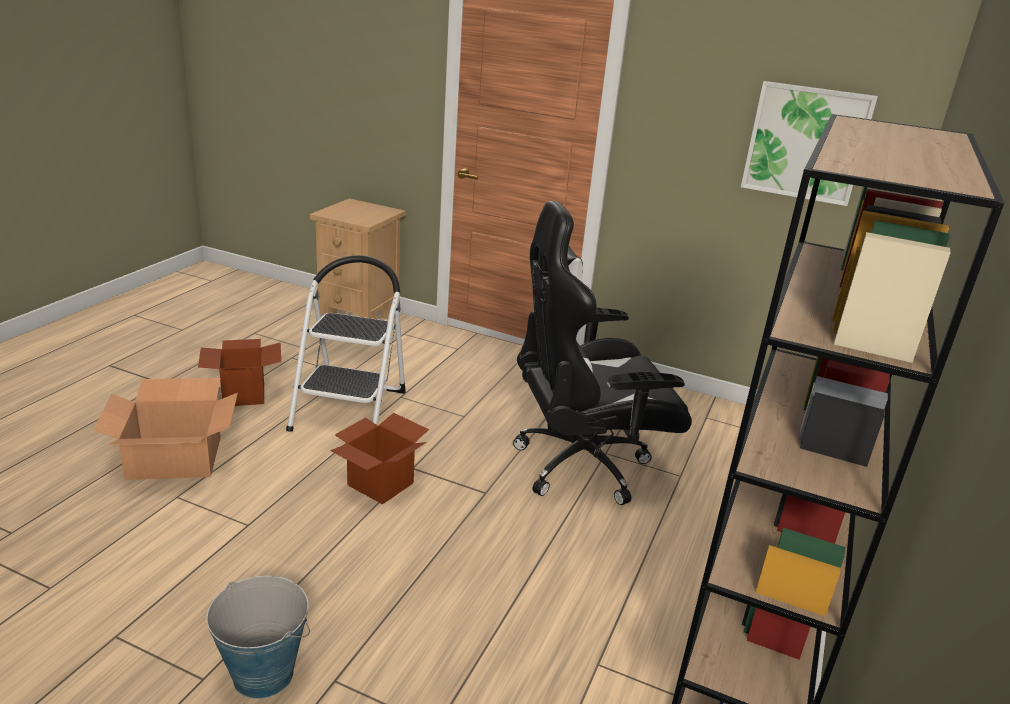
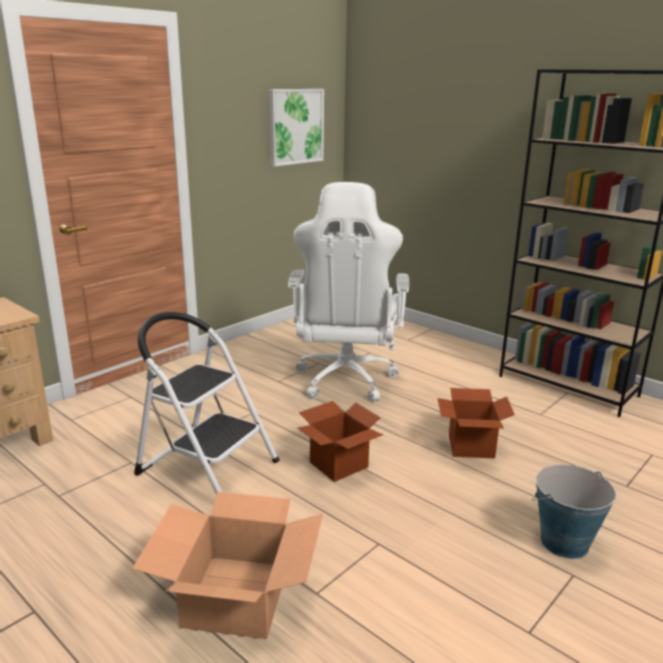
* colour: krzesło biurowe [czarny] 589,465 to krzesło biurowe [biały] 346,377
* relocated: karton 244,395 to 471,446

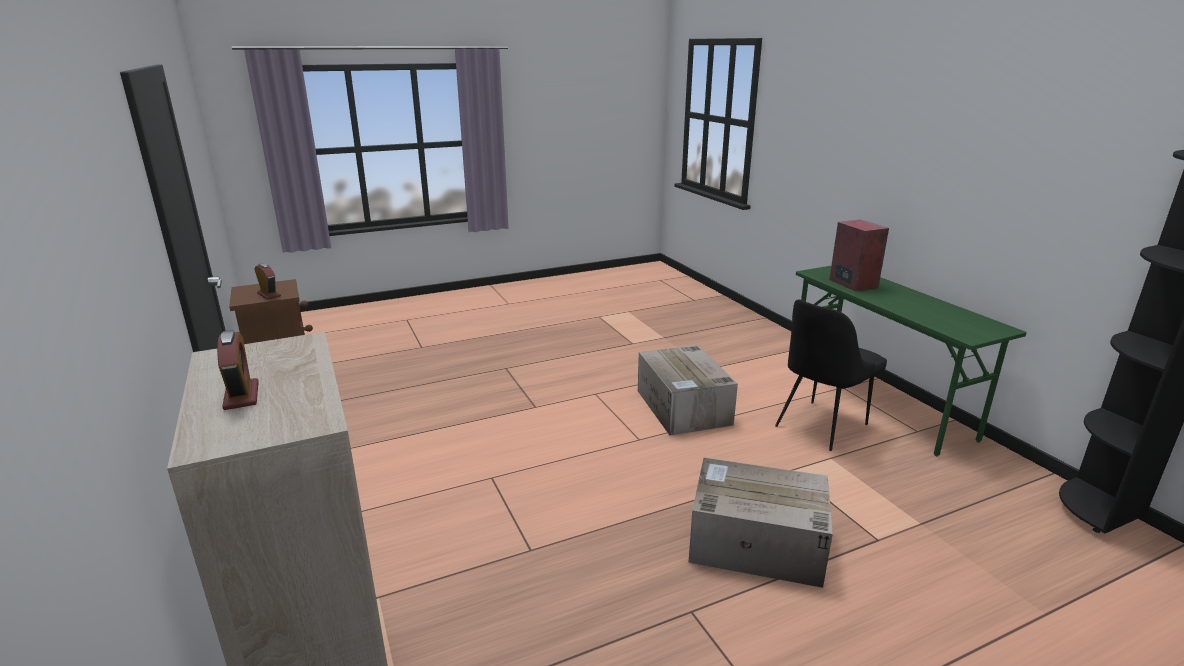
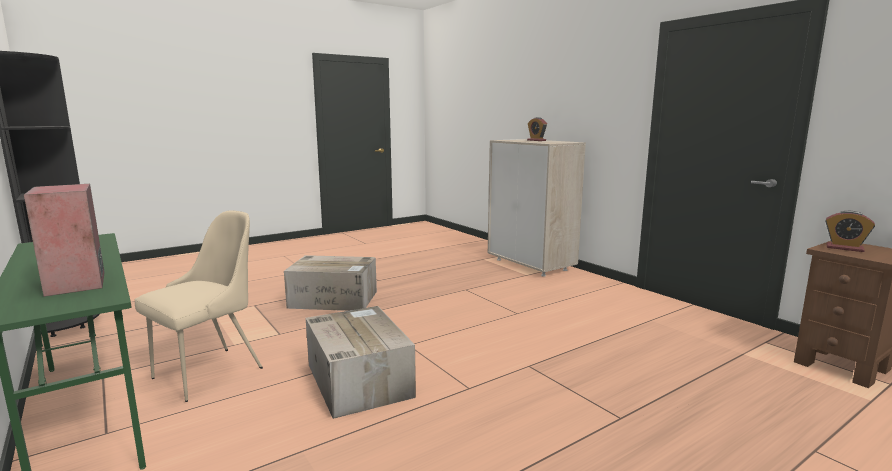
* colour: krzesło [czarny] 821,426 to krzesło [beżowy] 209,372

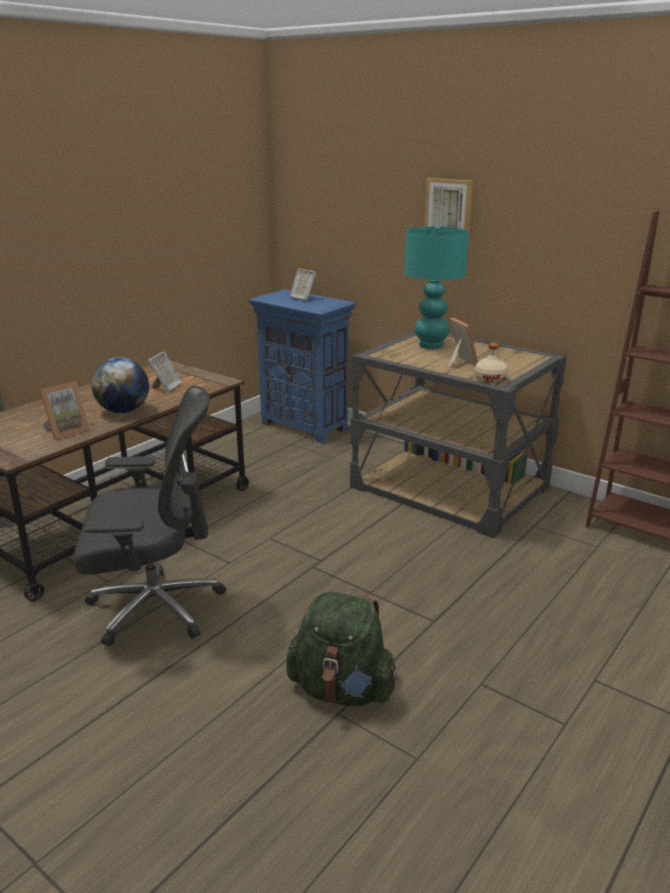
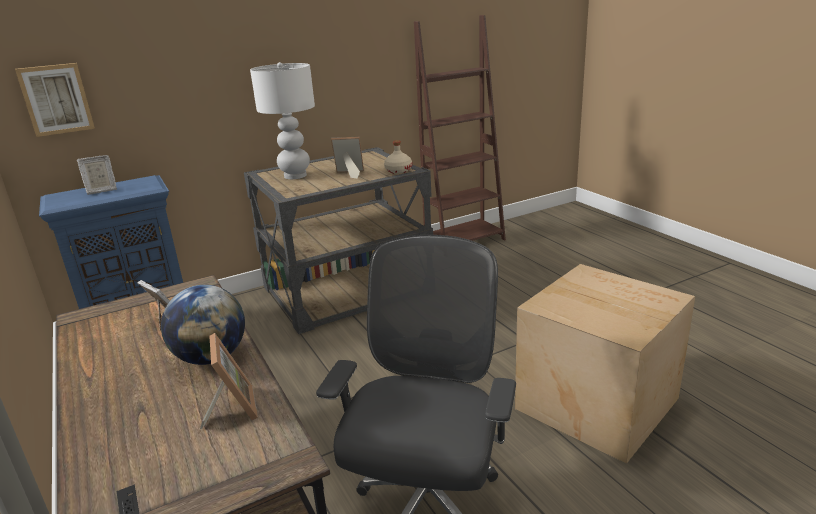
* relocated: obraz 448,211 to 56,99
* colour: lampa stołowa [turkusowy] 431,345 to lampa stołowa [biały] 295,176
* exchanged: plecak [zielony] 342,690 to karton 595,401

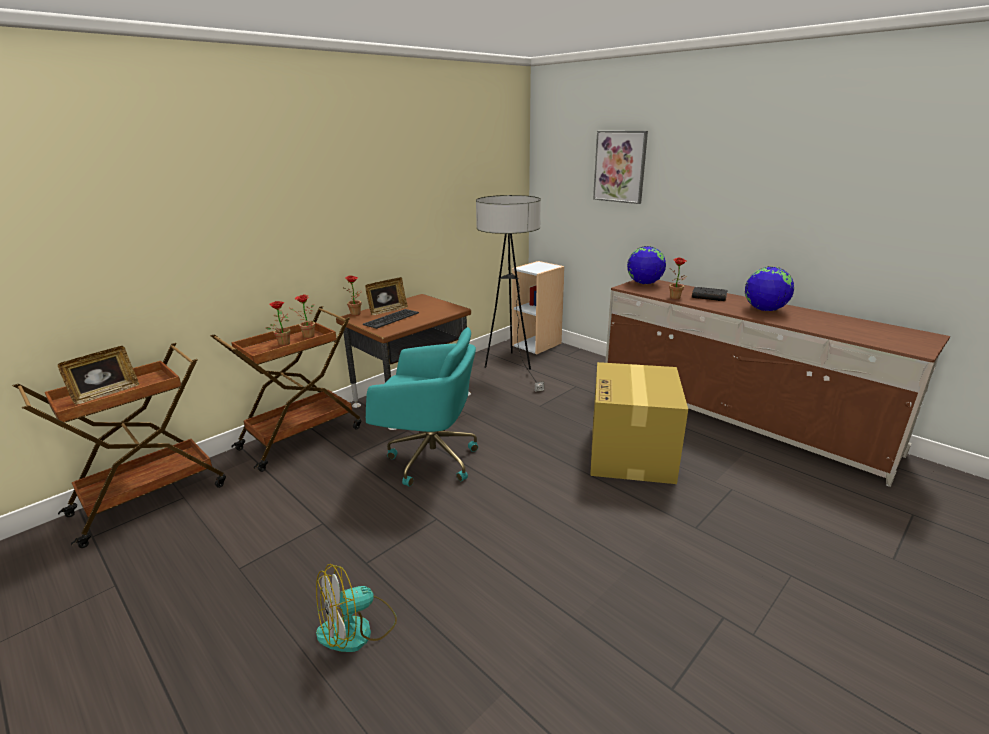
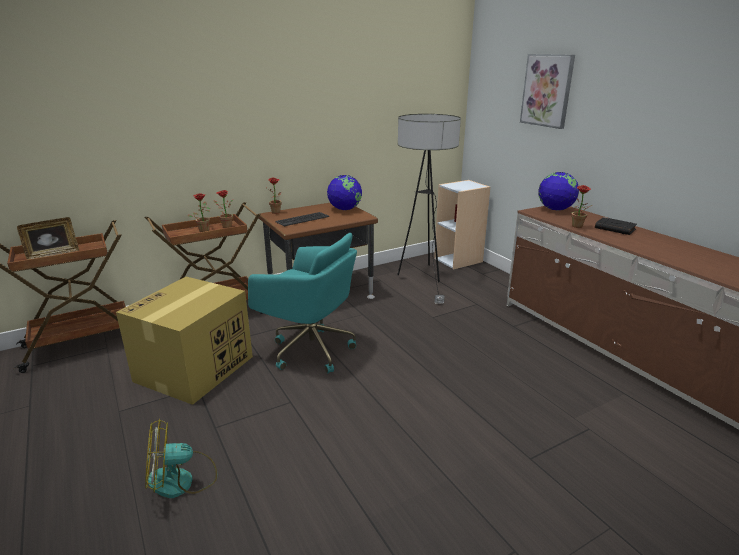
* relocated: karton 631,454 to 194,369
* relocated: globus 764,310 to 345,209
* missing: ramka na zdjęcie 387,311

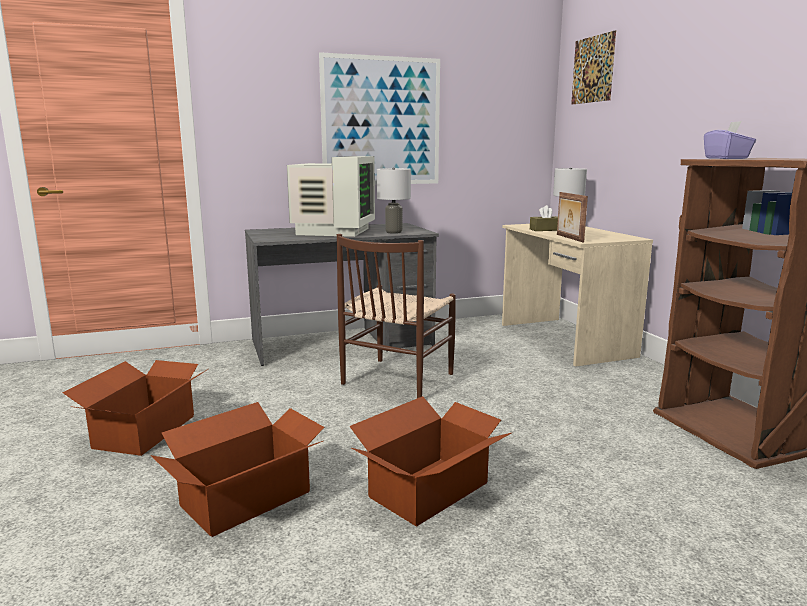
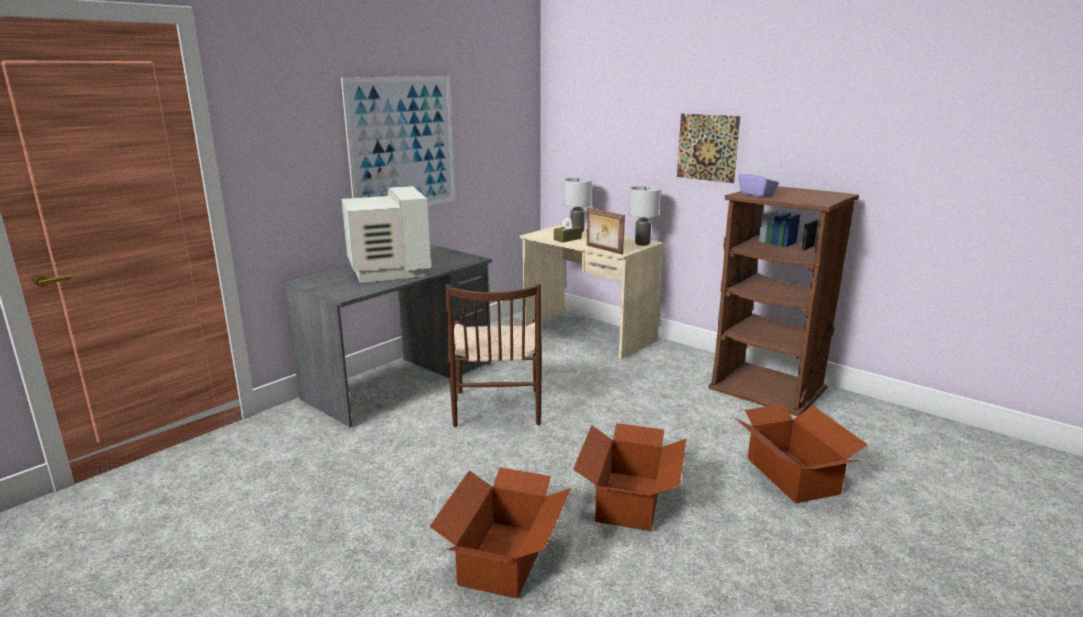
* relocated: lampa stołowa [biały] 393,232 to 641,244
* relocated: obraz 593,69 to 707,147
* relocated: karton 144,432 to 791,476

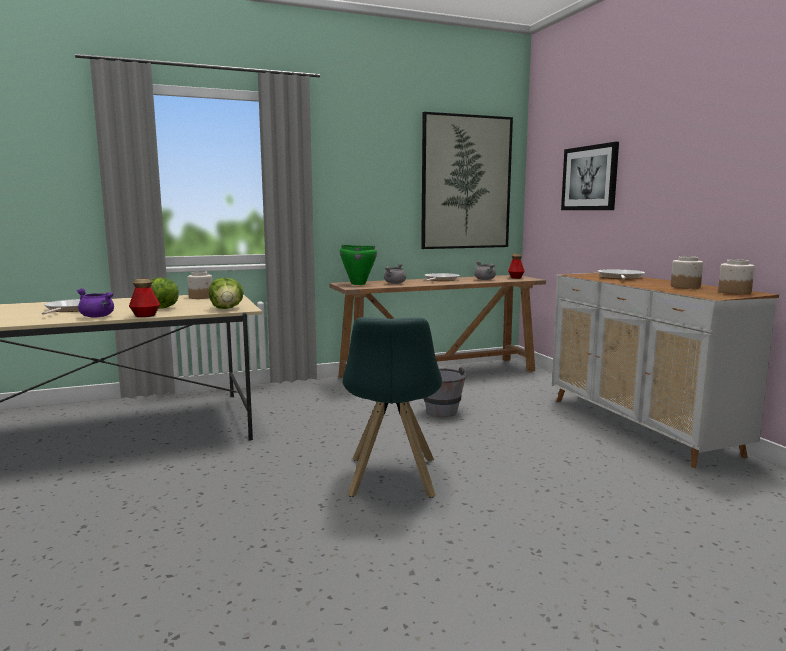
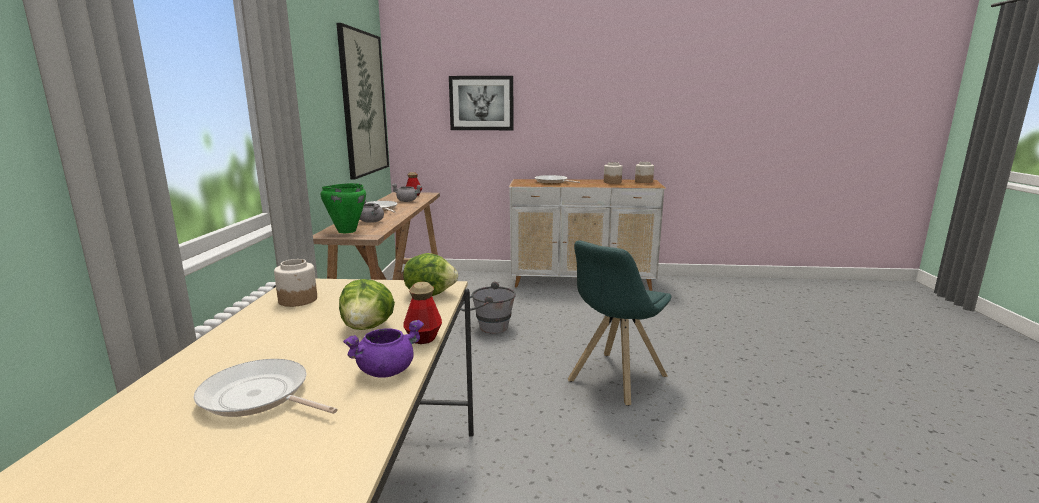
* spun: krzesło [turkusowy] 392,477 = 616,378 105 degrees clockwise

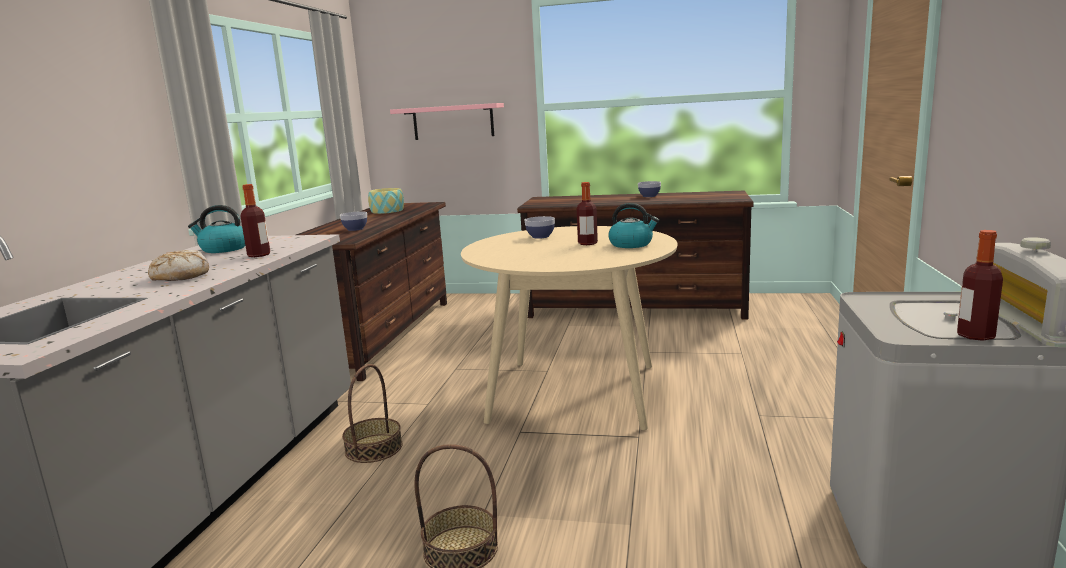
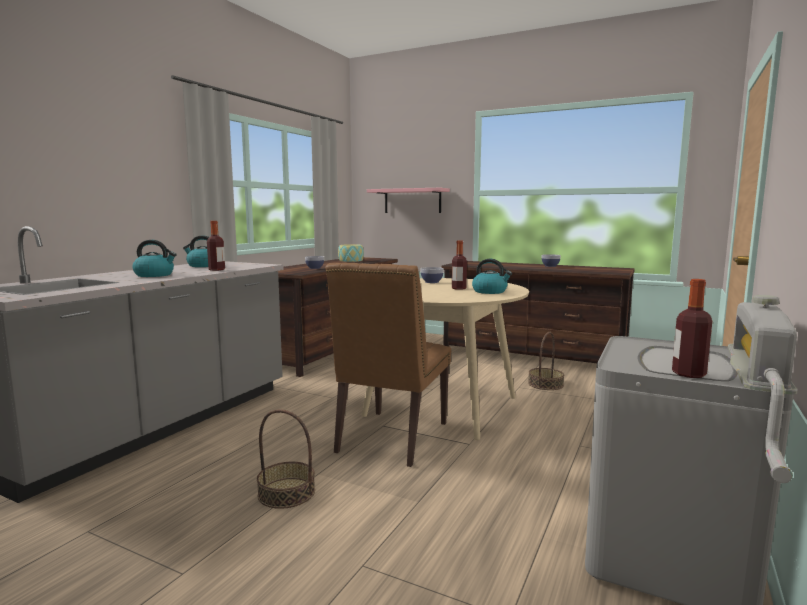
* exchanged: chleb 180,276 to czajnik 155,275
* appeared: krzesło [brązowy] 392,436
* relocated: koszyk 373,448 to 545,384

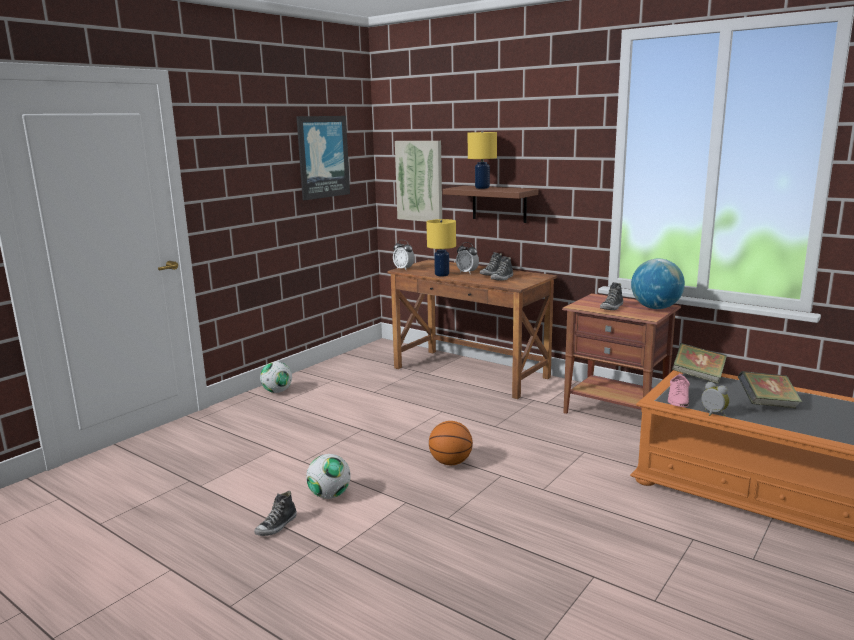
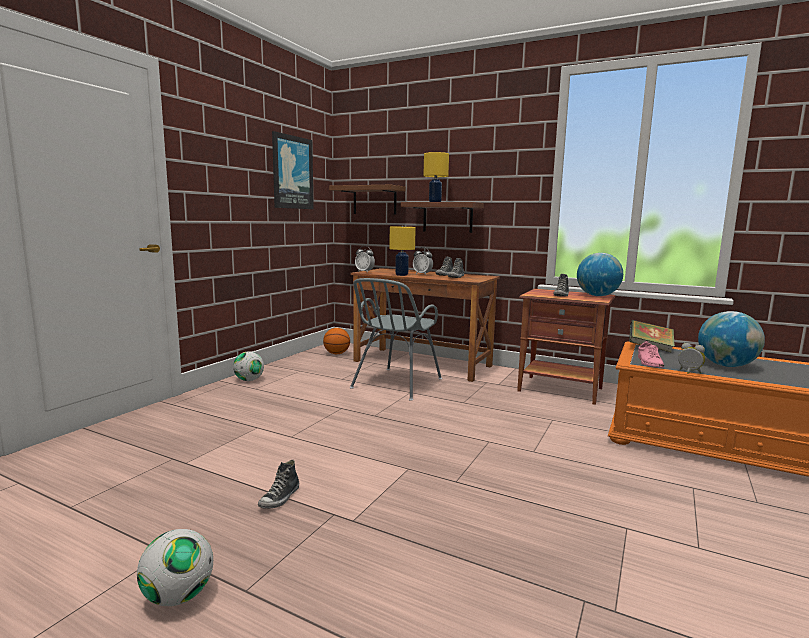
* relocated: piłka futbolowa 329,495 to 178,596
* relocated: piłka do koszykówki 450,462 to 336,353
* exchanged: obraz 419,181 to półka [brązowy] 374,200
* appeared: krzesło [szary] 396,384
* exchanged: książka 767,405 to globus 726,365

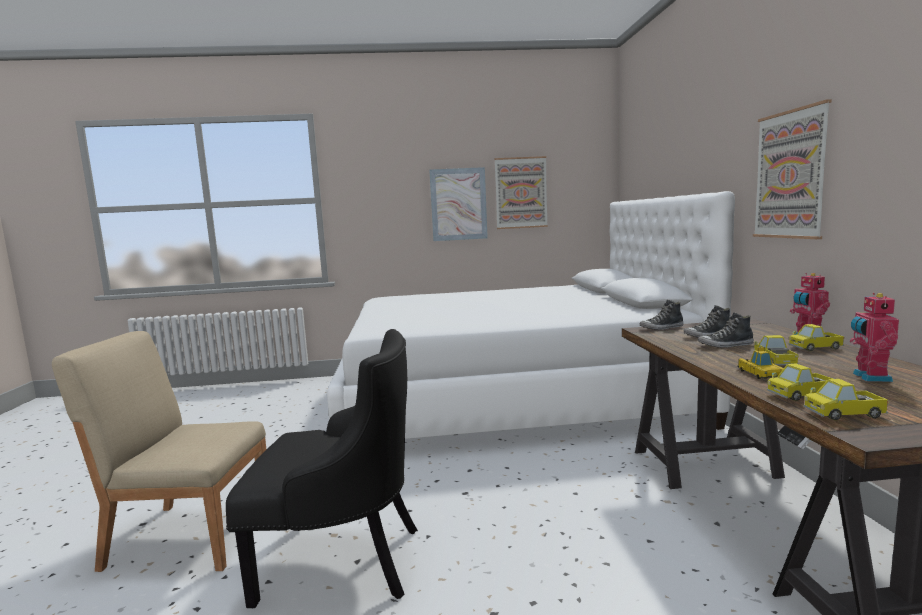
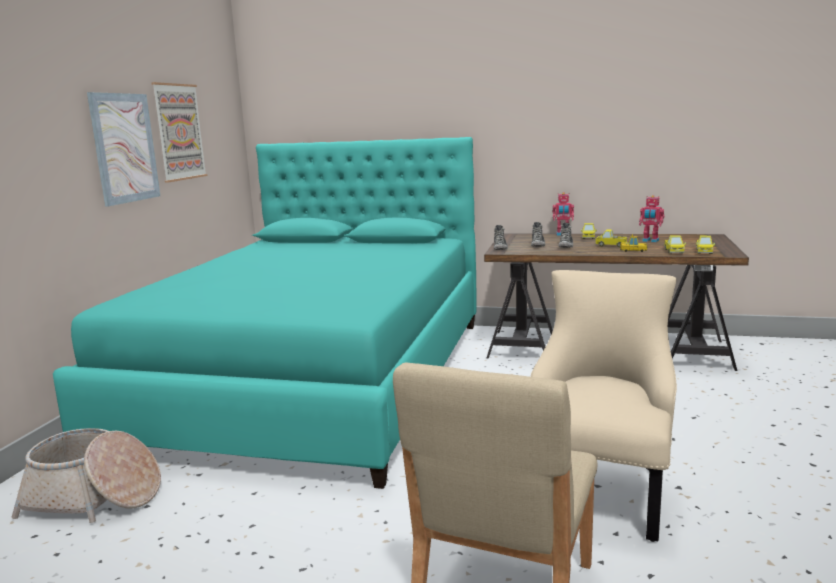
* appeared: koszyk 94,498
* colour: łóżko [biały] 512,399 to łóżko [turkusowy] 316,377
* colour: krzesło [czarny] 338,563 to krzesło [beżowy] 598,495
* missing: obraz 790,175

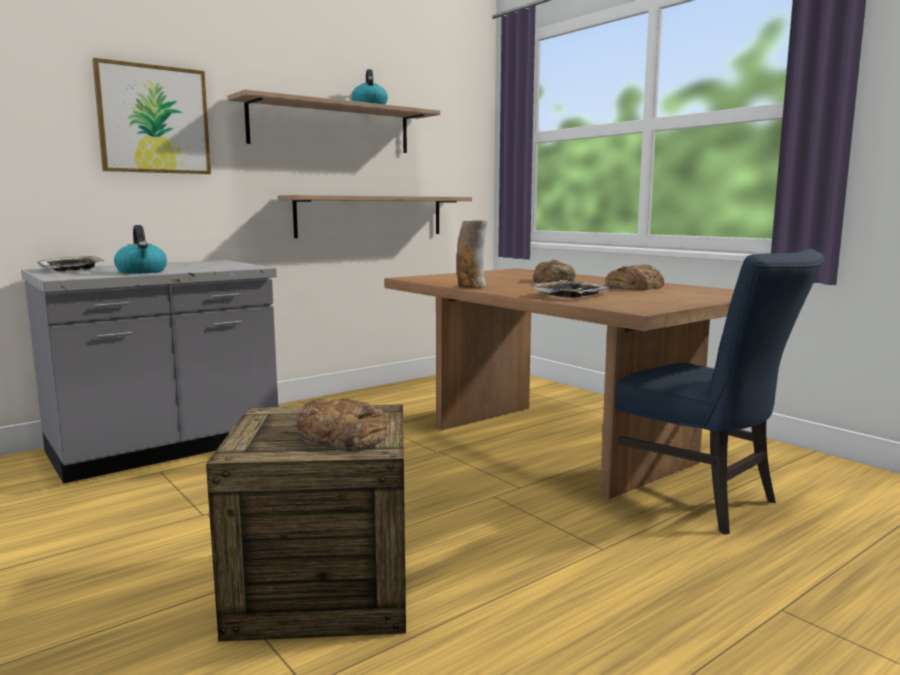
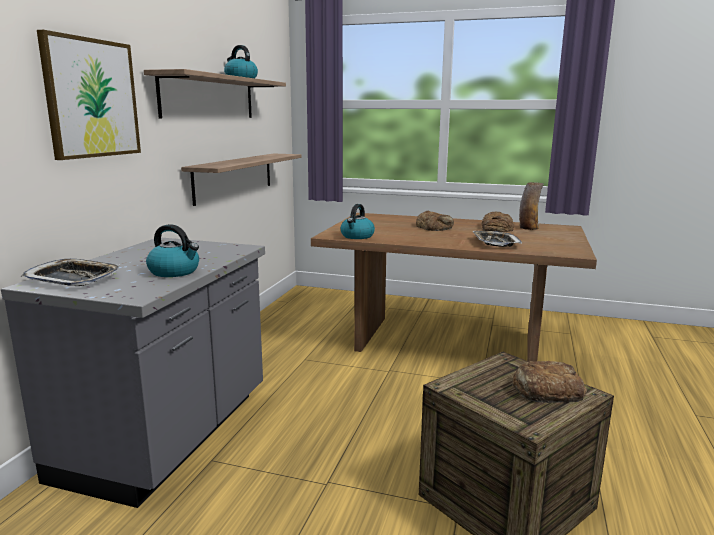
* appeared: czajnik 357,236
* relocated: wazon 471,287 to 528,228
* missing: krzesło [niebieski] 699,499

